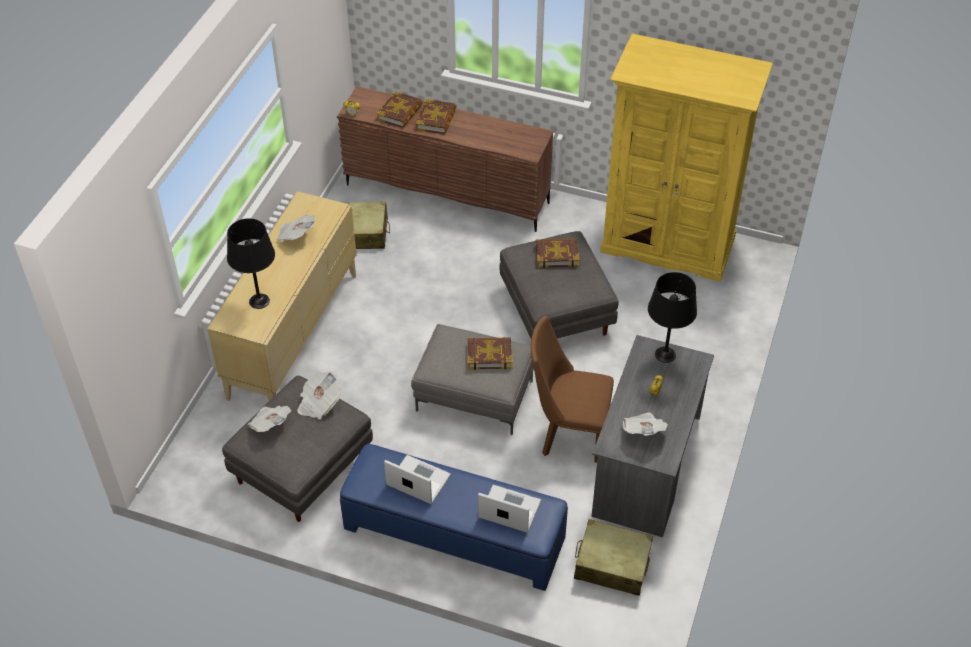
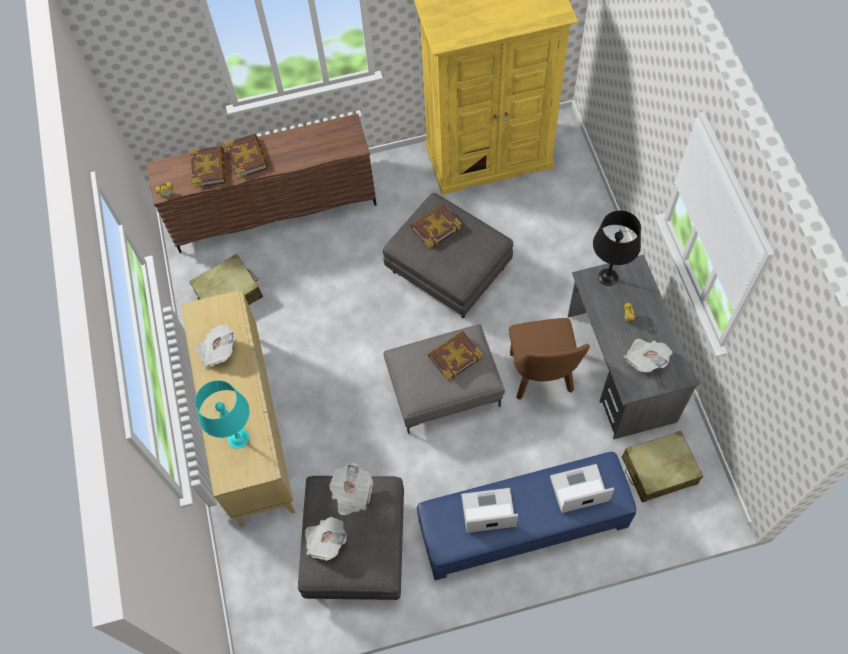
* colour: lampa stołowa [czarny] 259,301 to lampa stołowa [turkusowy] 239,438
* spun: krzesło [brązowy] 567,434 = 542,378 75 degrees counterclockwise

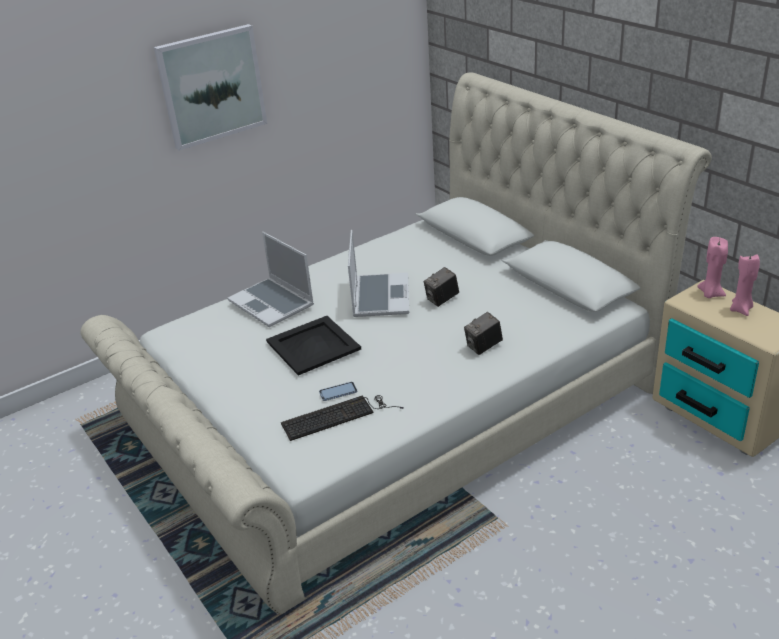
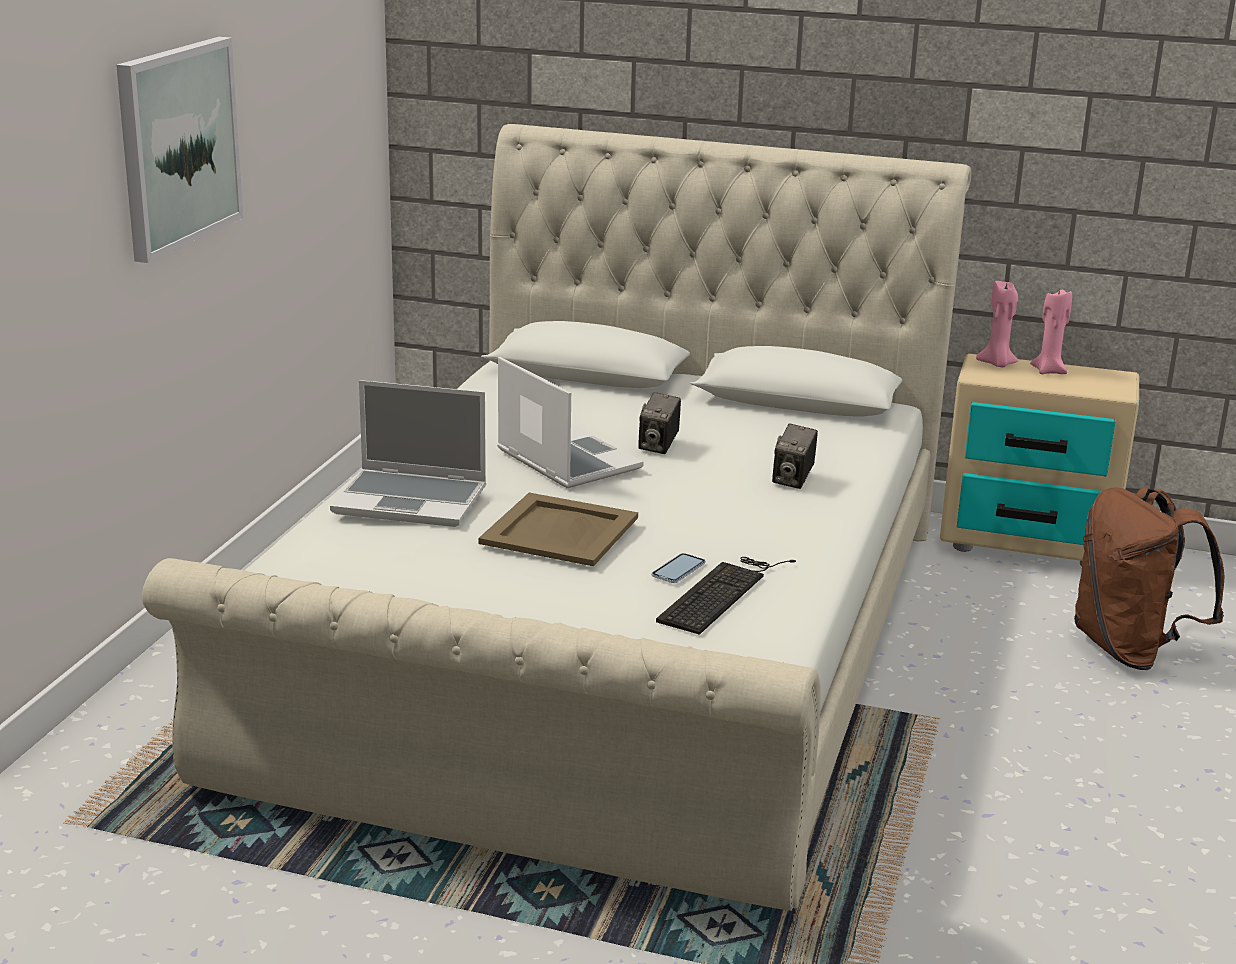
* colour: taca [czarny] 313,346 to taca [beżowy] 560,531
* appeared: plecak [brązowy] 1130,650

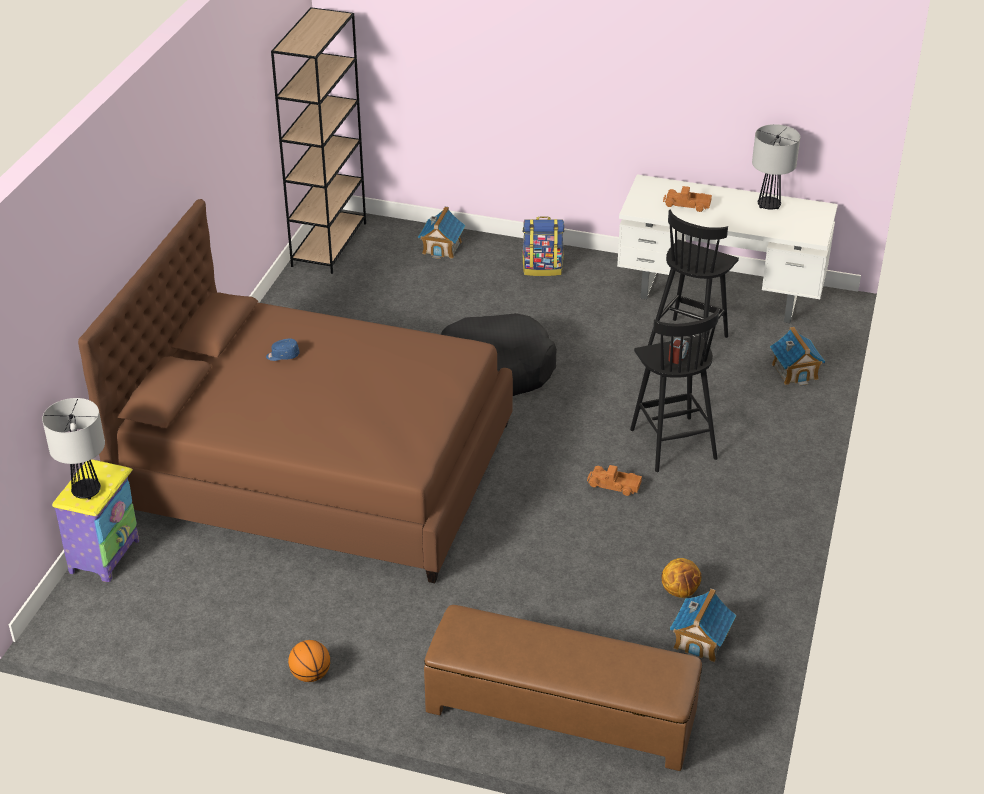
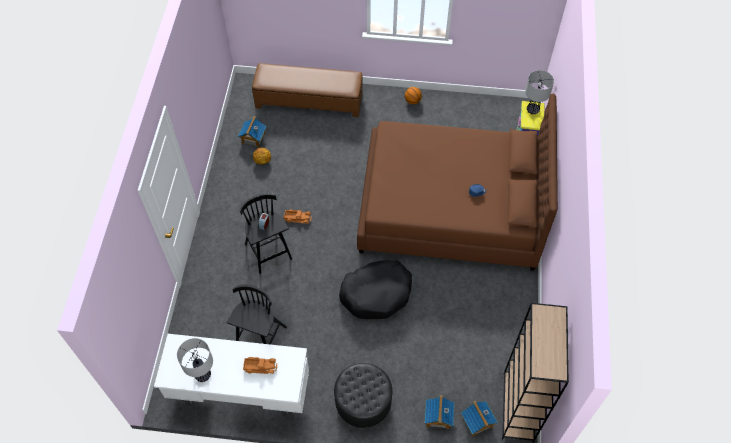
* exchanged: plecak 542,269 to pufa [czarny] 363,403
* relocated: domek 795,371 to 477,422

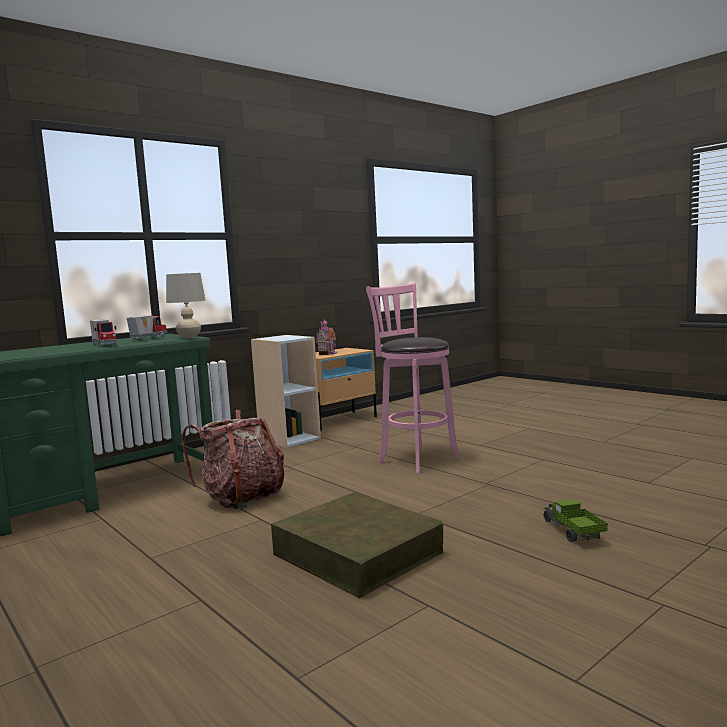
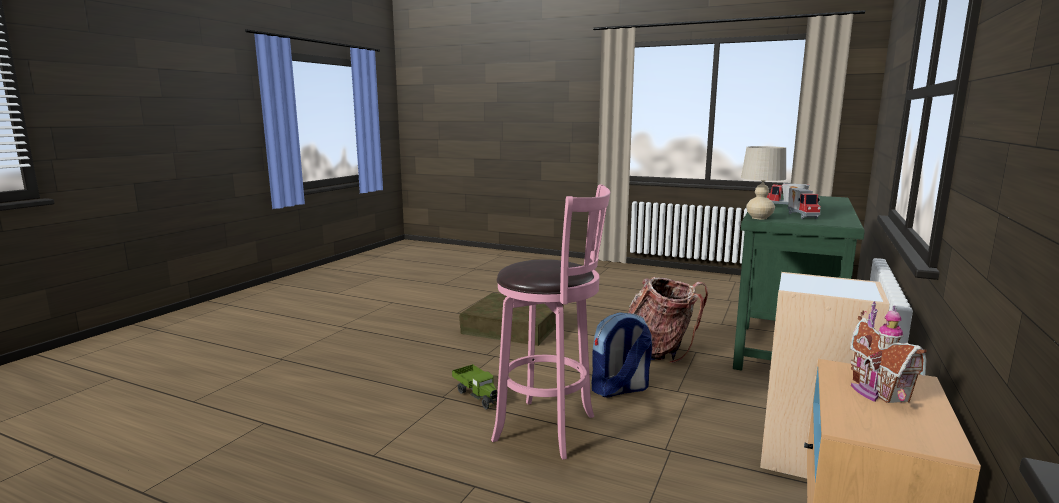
* relocated: ciężarówka zabawkowa 572,532 to 479,395
* appeared: plecak 619,390

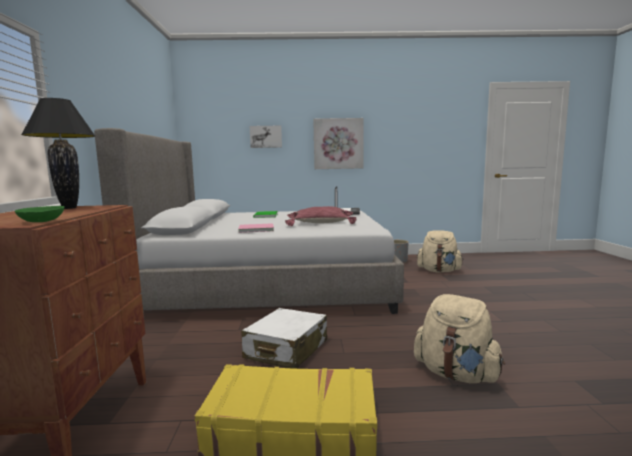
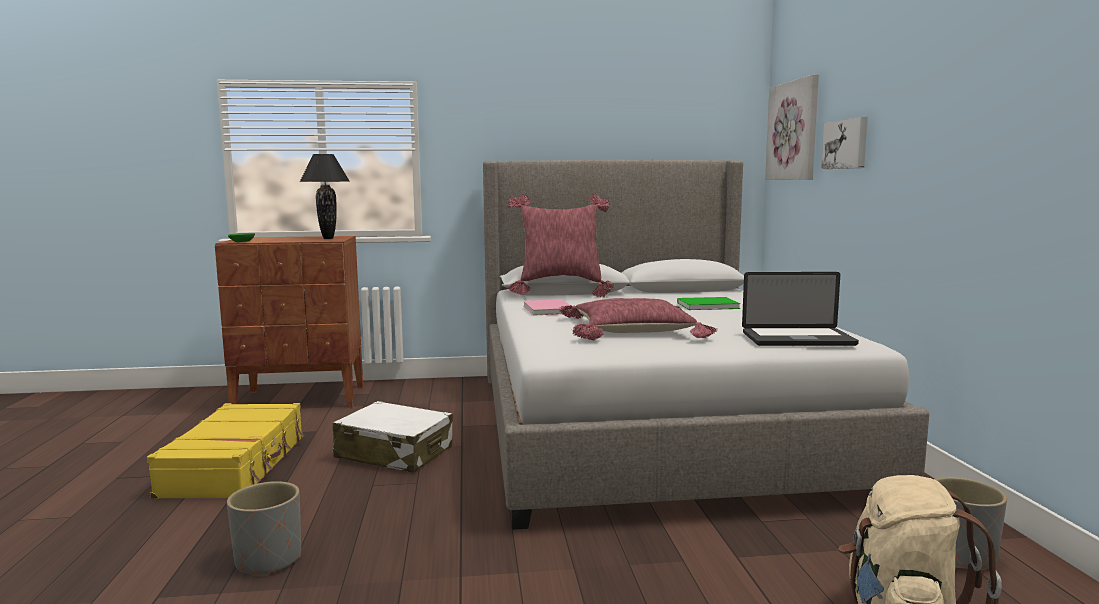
* exchanged: plecak [beżowy] 456,374 to donica [szary] 268,560
* appeared: poduszka [czerwony] 560,295
* relocated: obraz 338,144 to 793,131

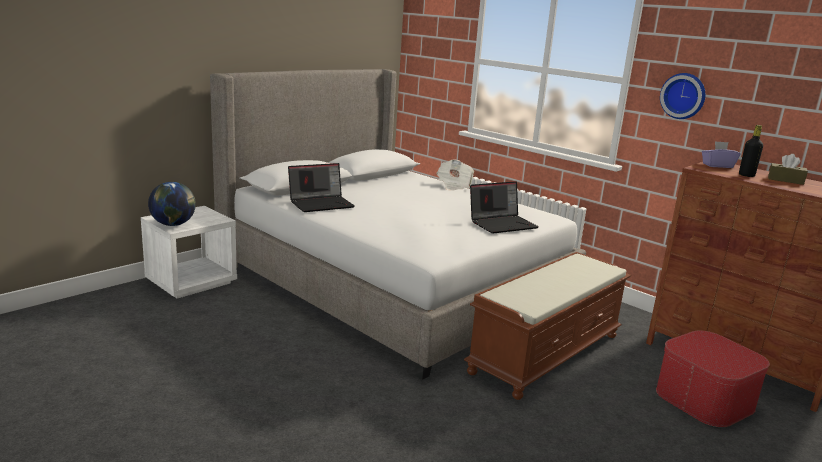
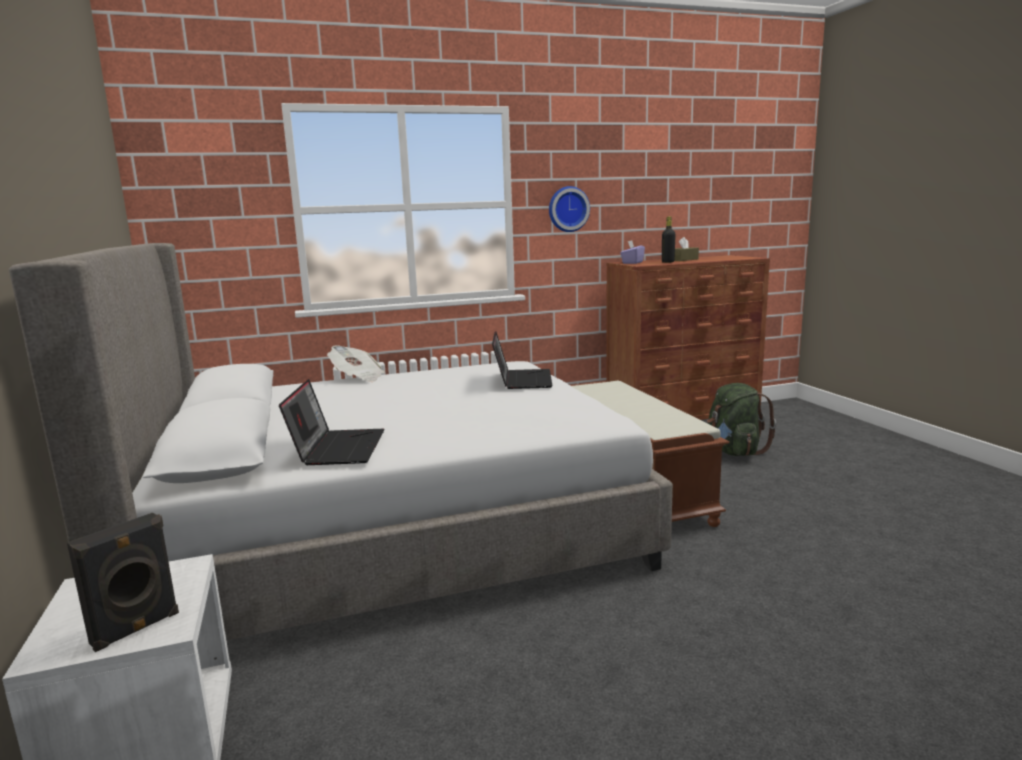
* exchanged: globus 173,224 to głośnik [czarny] 136,629
* exchanged: pufa 704,399 to plecak [zielony] 734,451

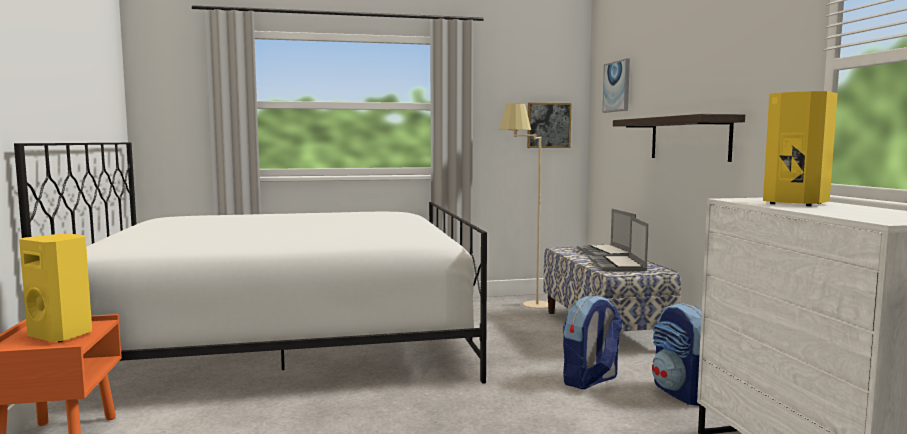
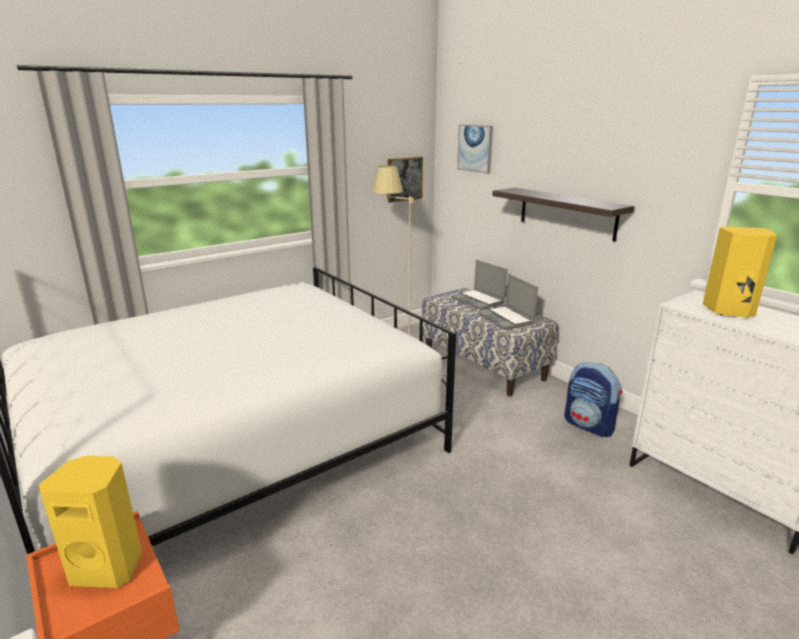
* missing: plecak 590,381

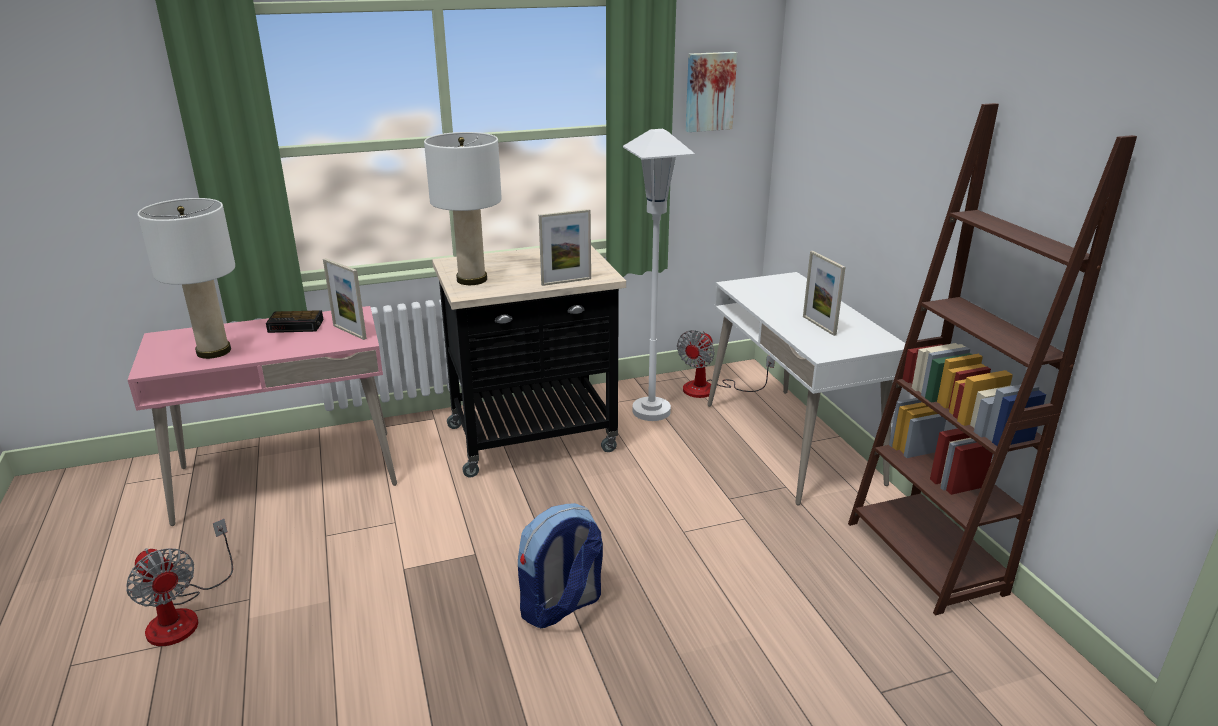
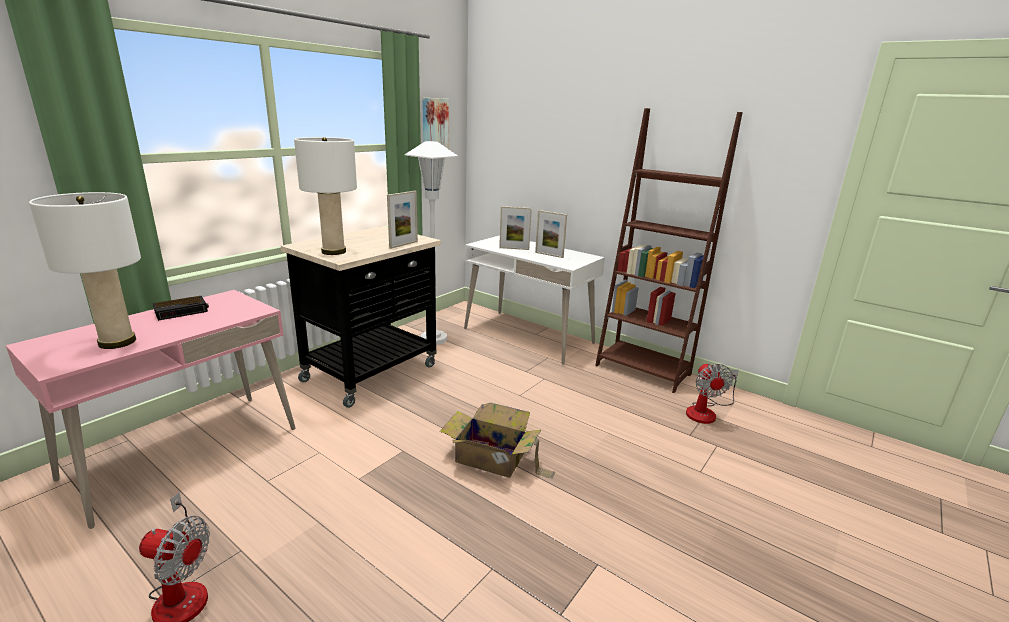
* exchanged: plecak 561,607 to karton 492,459
* relocated: ramka na zdjęcie 349,332 to 514,248
* relocated: wentylator 710,389 to 706,411

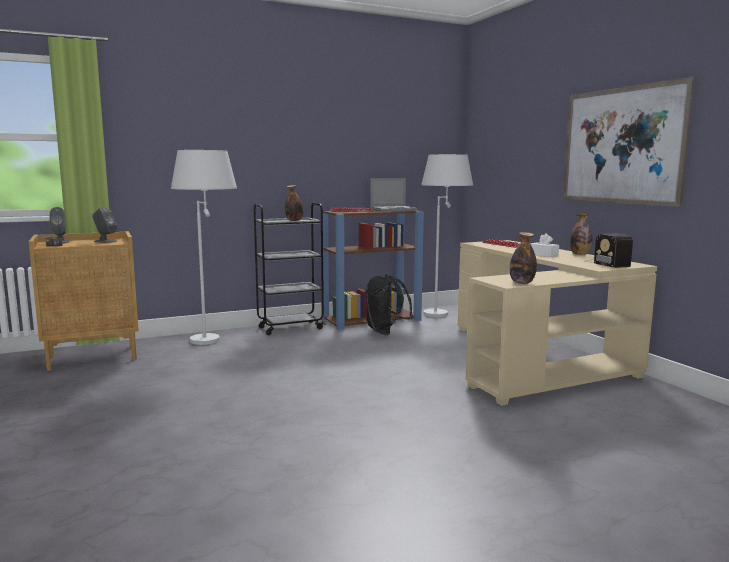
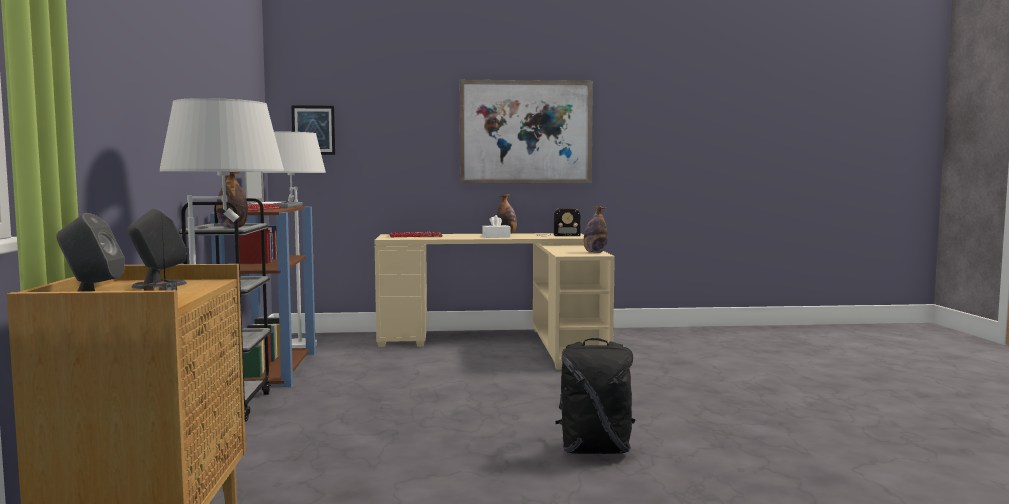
* appeared: obraz 313,130
* relocated: plecak [czarny] 385,332 to 595,450

